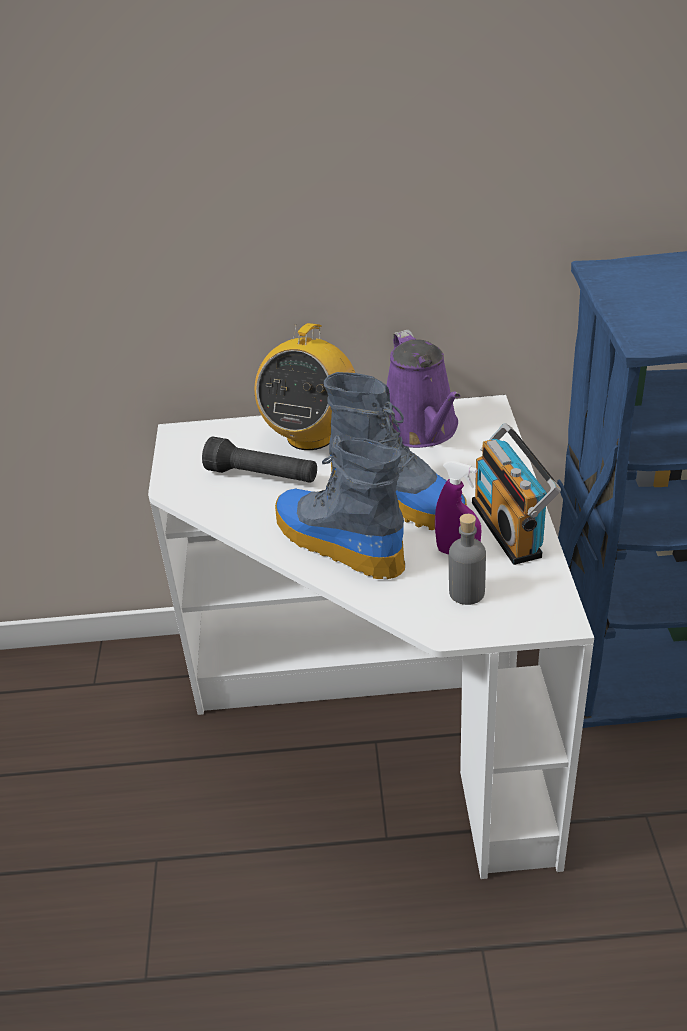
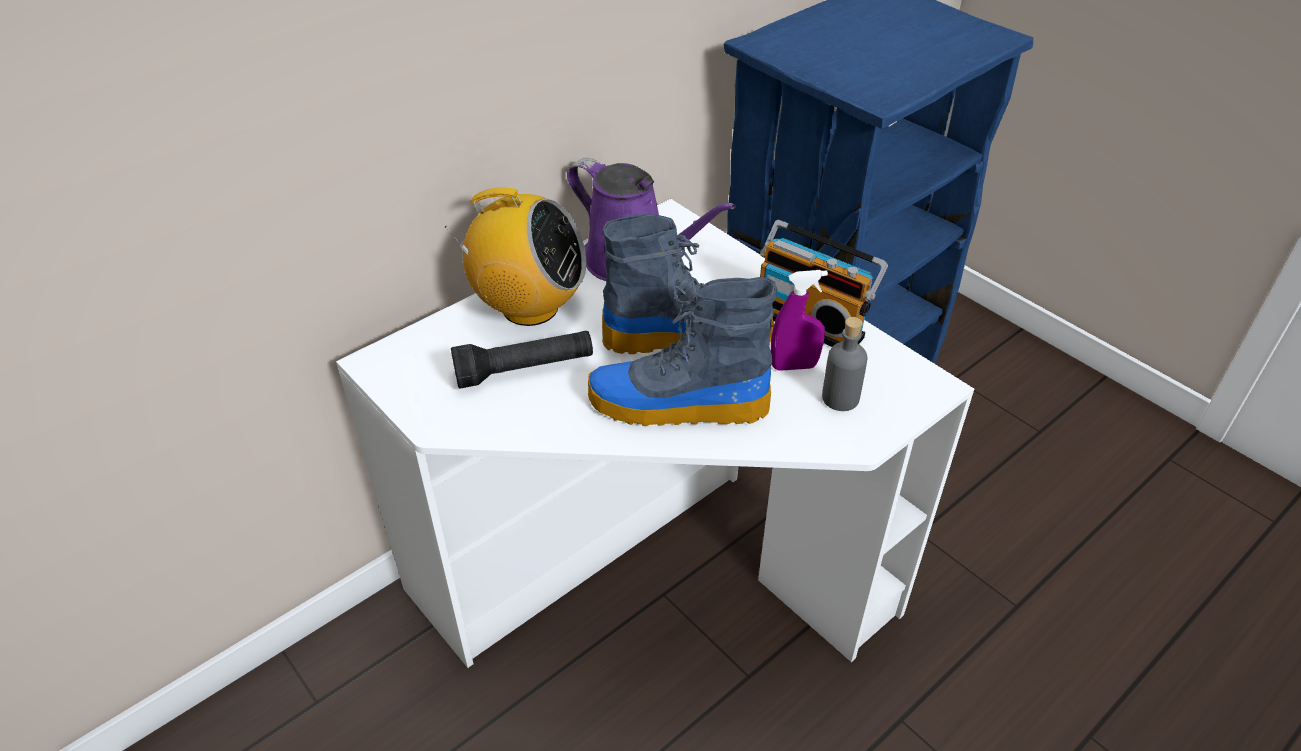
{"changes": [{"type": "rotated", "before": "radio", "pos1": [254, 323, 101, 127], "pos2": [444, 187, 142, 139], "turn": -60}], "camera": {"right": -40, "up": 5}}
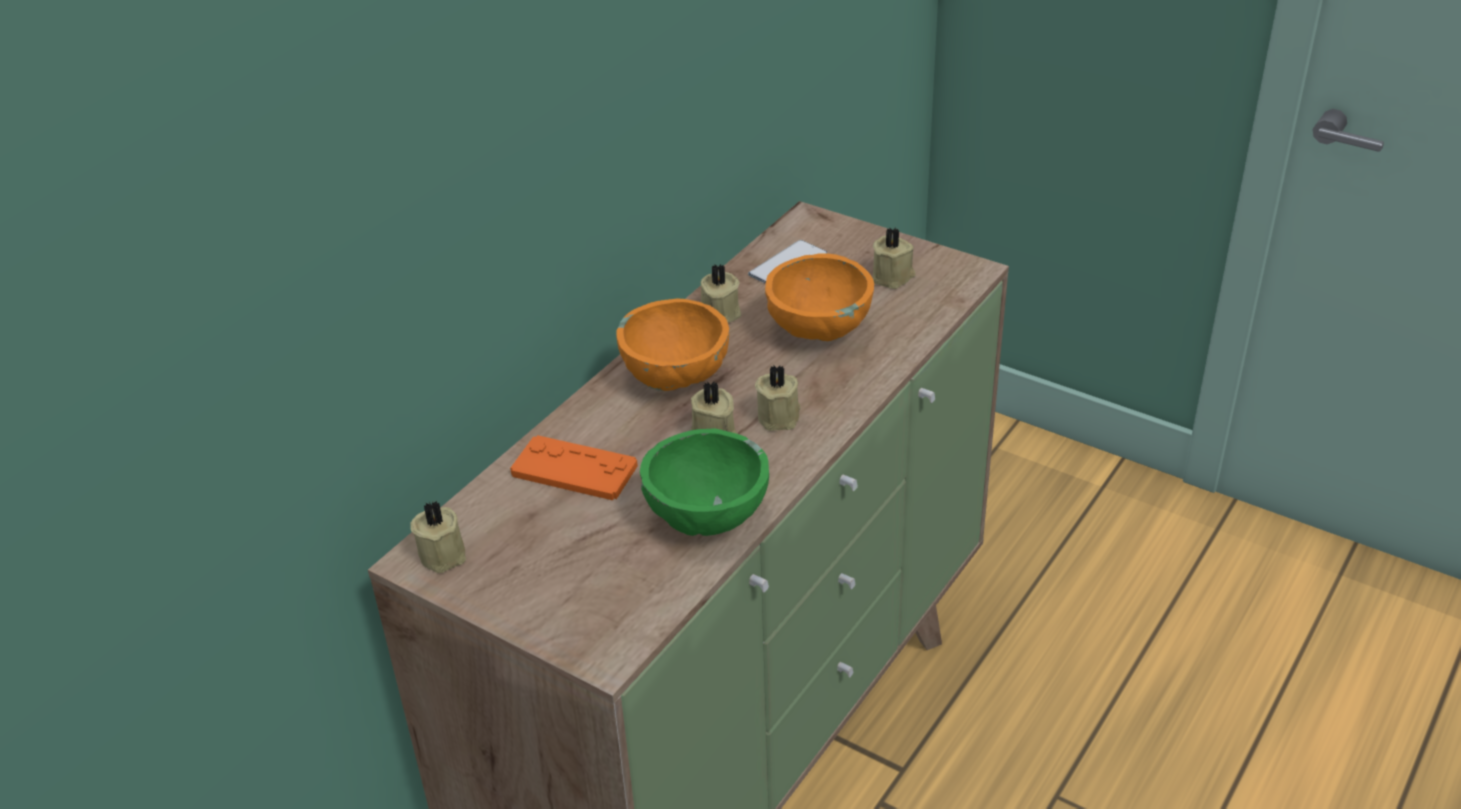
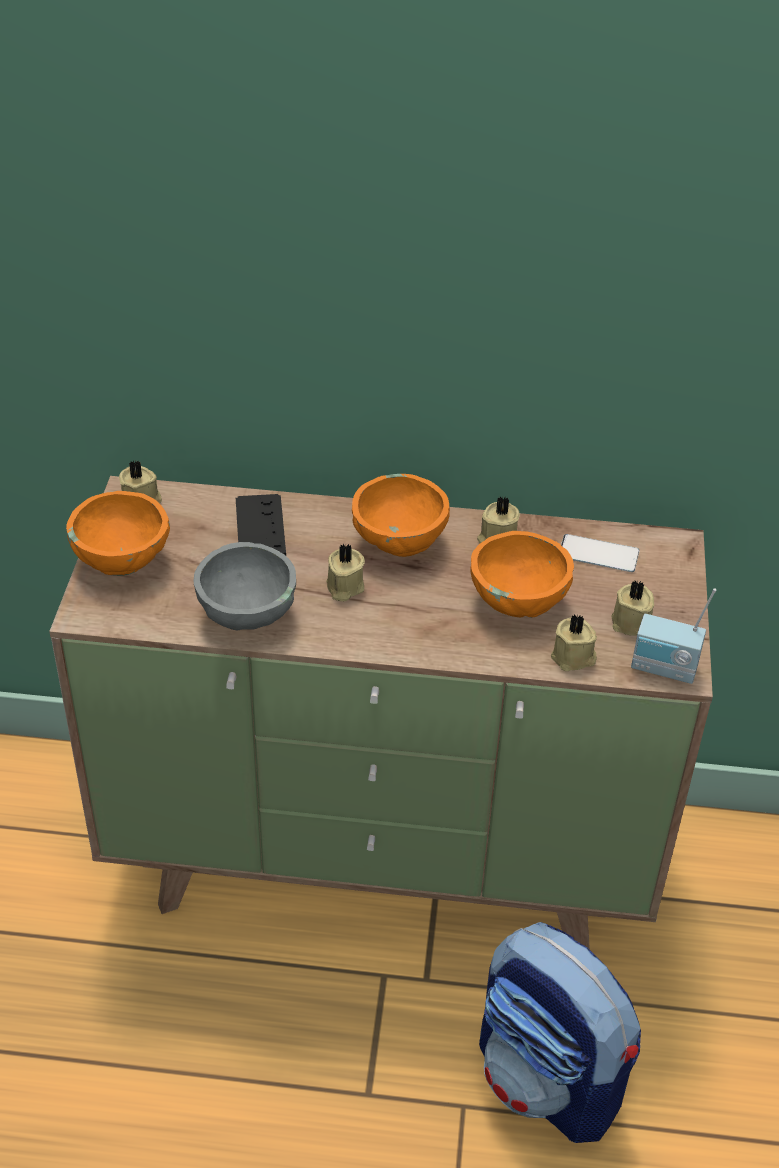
{"changes": [{"type": "new", "after": "bol [orange]", "pos2": [66, 491, 104, 85]}, {"type": "repainted", "before": "bol [vert]", "after": "bol [gris]", "pos1": [640, 428, 129, 108], "pos2": [194, 542, 102, 88]}, {"type": "repainted", "before": "manette [orange]", "after": "manette [noir]", "pos1": [510, 435, 128, 65], "pos2": [236, 494, 50, 62]}, {"type": "new", "after": "sac à dos", "pos2": [479, 922, 162, 221]}, {"type": "shifted", "before": "bougie [beige]", "pos1": [755, 365, 46, 66], "pos2": [551, 614, 46, 57]}, {"type": "new", "after": "radio", "pos2": [631, 588, 85, 96]}], "camera": {"right": 60, "up": 5}}
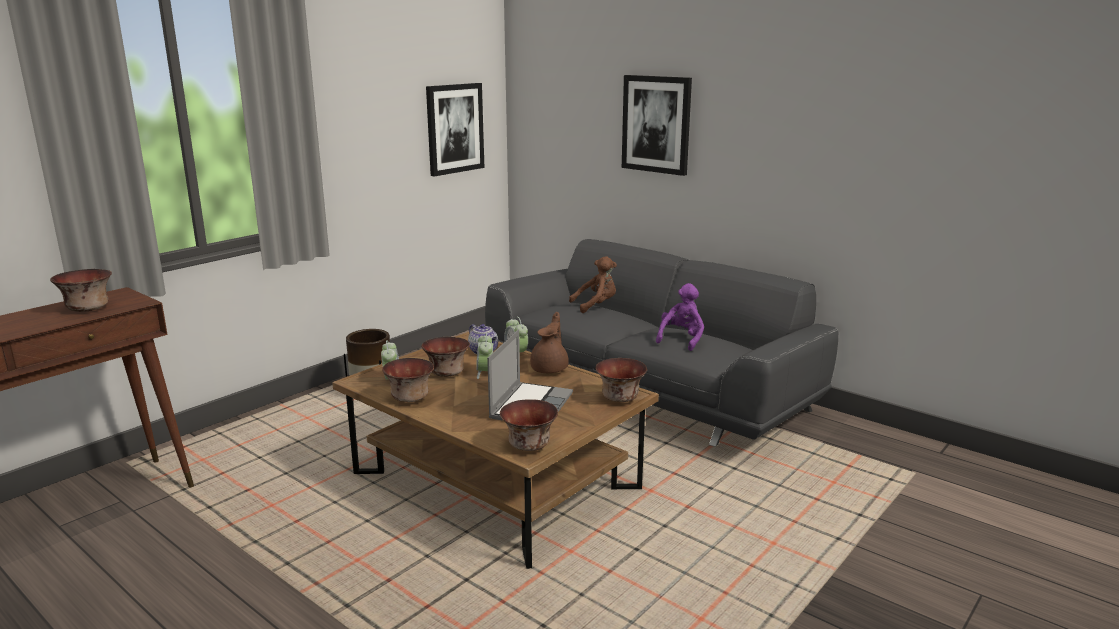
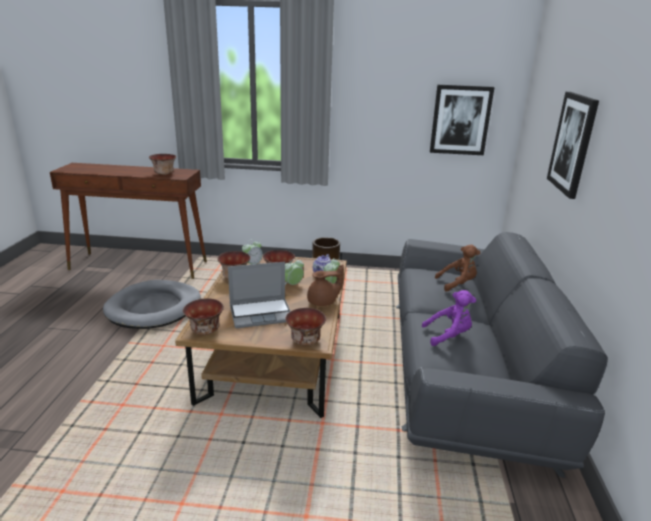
{"changes": [{"type": "new", "after": "panier pour chien [gris]", "pos2": [103, 280, 98, 49]}, {"type": "rotated", "before": "peluche [marron]", "pos1": [569, 256, 48, 57], "pos2": [435, 245, 45, 47], "turn": -45}], "camera": {"right": 55, "up": 5}}
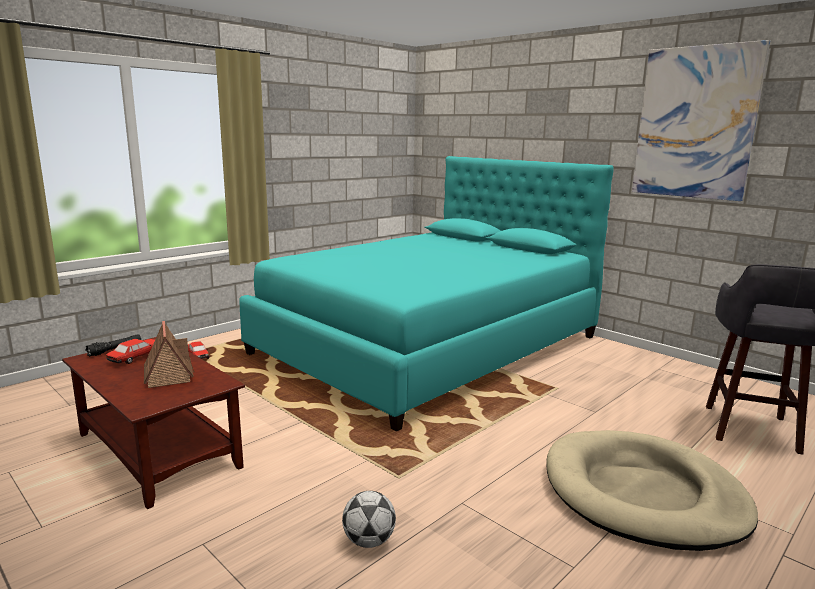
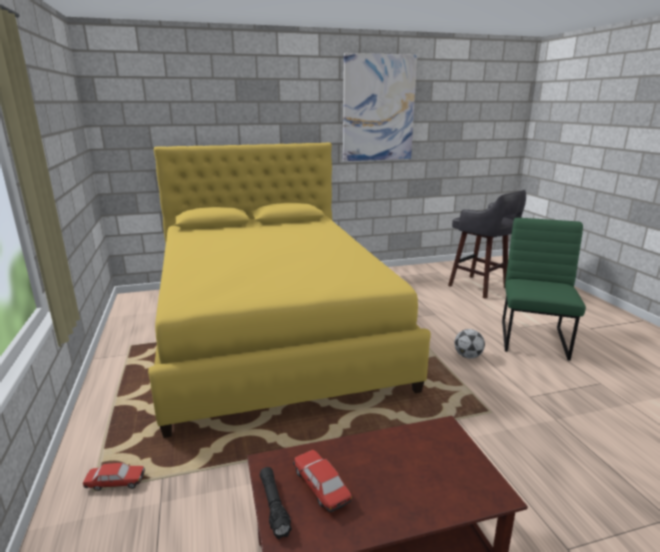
{"changes": [{"type": "repainted", "before": "lit [turquoise]", "after": "lit [jaune]", "pos1": [239, 156, 375, 276], "pos2": [148, 143, 283, 295]}, {"type": "shifted", "before": "ballon de foot", "pos1": [342, 491, 54, 57], "pos2": [454, 329, 31, 29]}, {"type": "swapped", "before": "panier pour chien [beige]", "after": "chaise [vert]", "pos1": [546, 430, 212, 121], "pos2": [502, 218, 84, 143]}, {"type": "gone", "before": "maison miniature", "pos1": [144, 321, 50, 67]}], "camera": {"right": -60, "up": 5}}
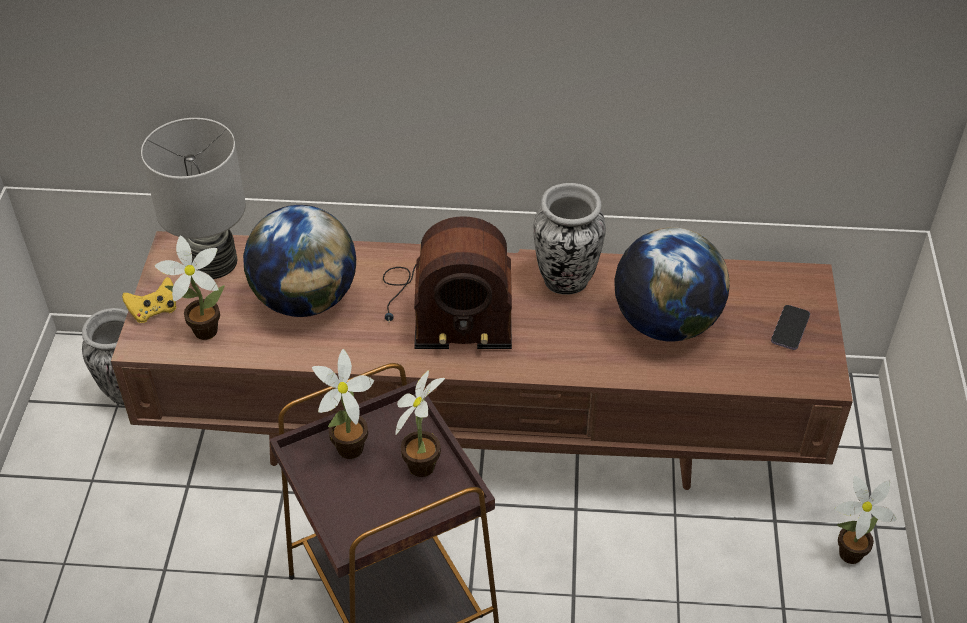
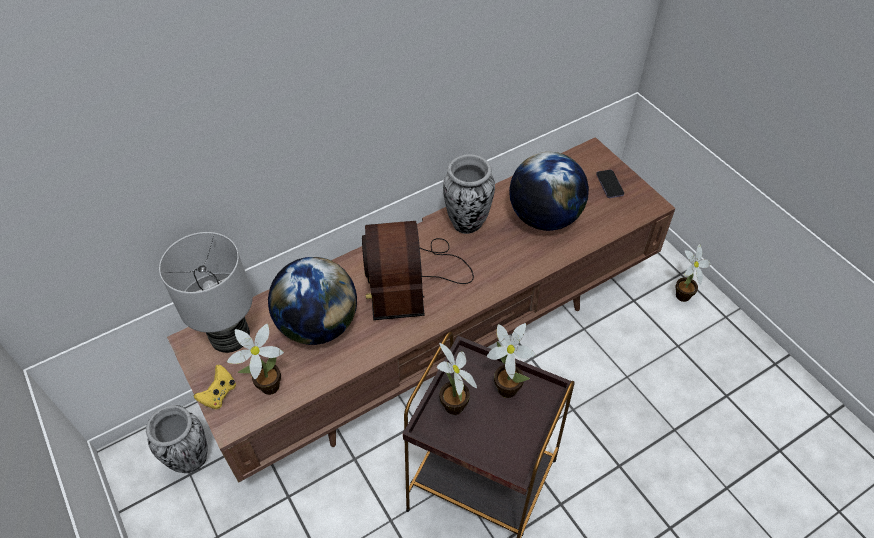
{"changes": [{"type": "rotated", "before": "radio", "pos1": [383, 216, 129, 133], "pos2": [362, 221, 112, 99], "turn": 120}], "camera": {"right": -35, "up": 5}}
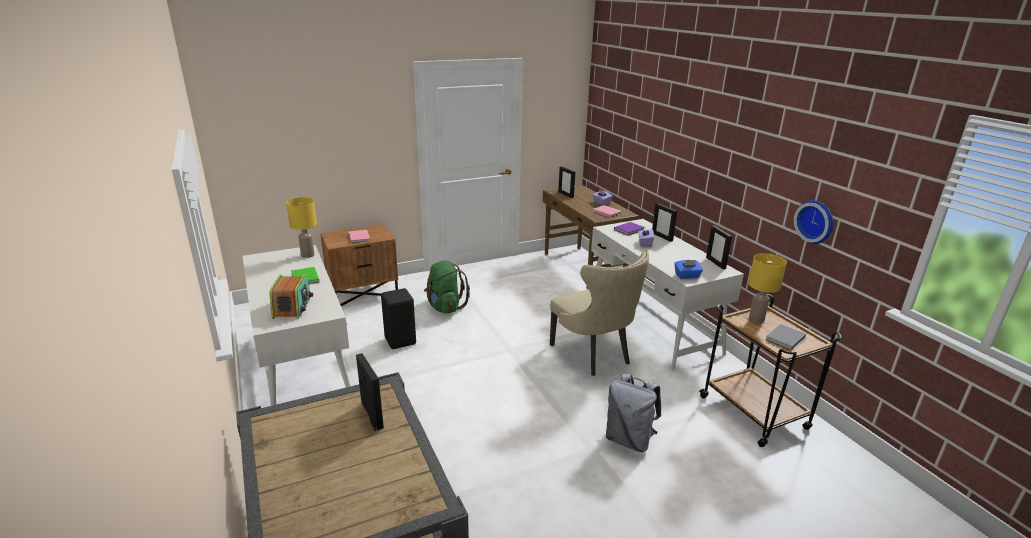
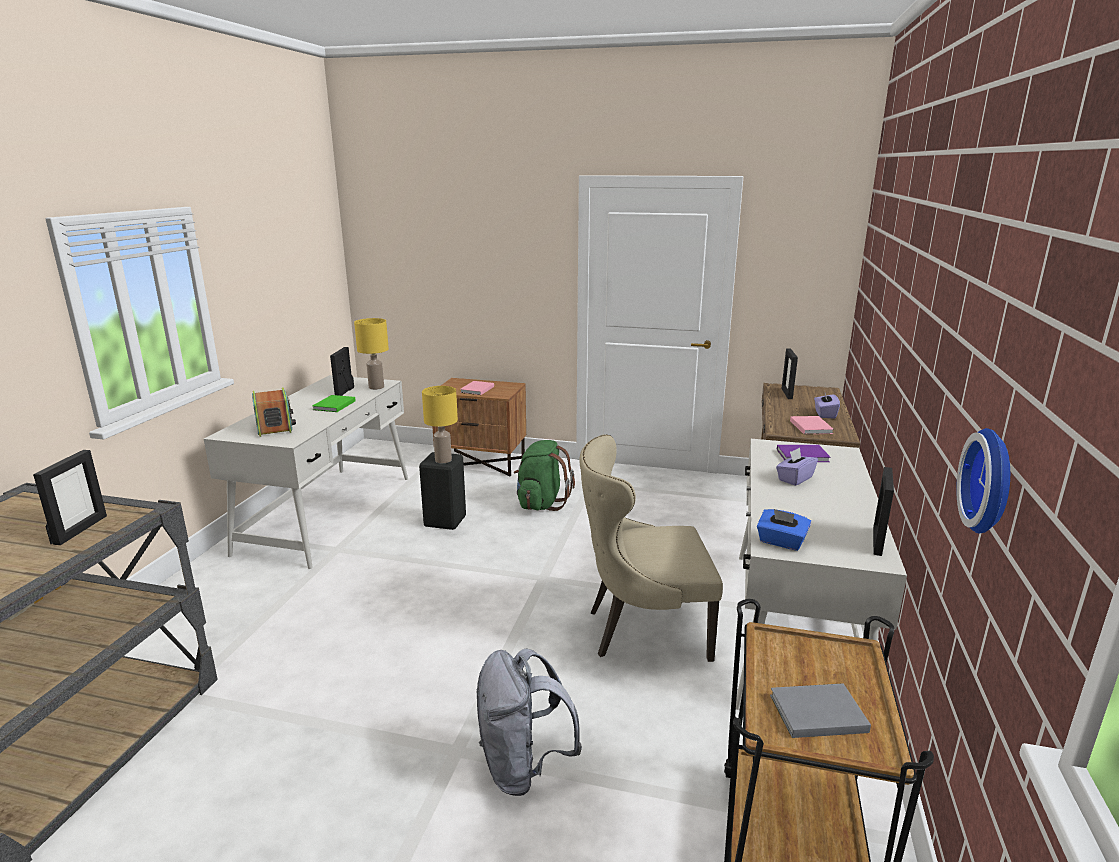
{"changes": [{"type": "rotated", "before": "radio", "pos1": [269, 274, 44, 45], "pos2": [252, 387, 44, 50], "turn": -60}, {"type": "shifted", "before": "cadre photo", "pos1": [652, 203, 25, 39], "pos2": [330, 347, 24, 49]}, {"type": "shifted", "before": "lampe de table [jaune]", "pos1": [748, 253, 39, 70], "pos2": [422, 386, 36, 77]}, {"type": "rotated", "before": "chaise [beige]", "pos1": [550, 251, 99, 125], "pos2": [579, 434, 144, 228], "turn": 75}], "camera": {"right": 40, "up": -5}}
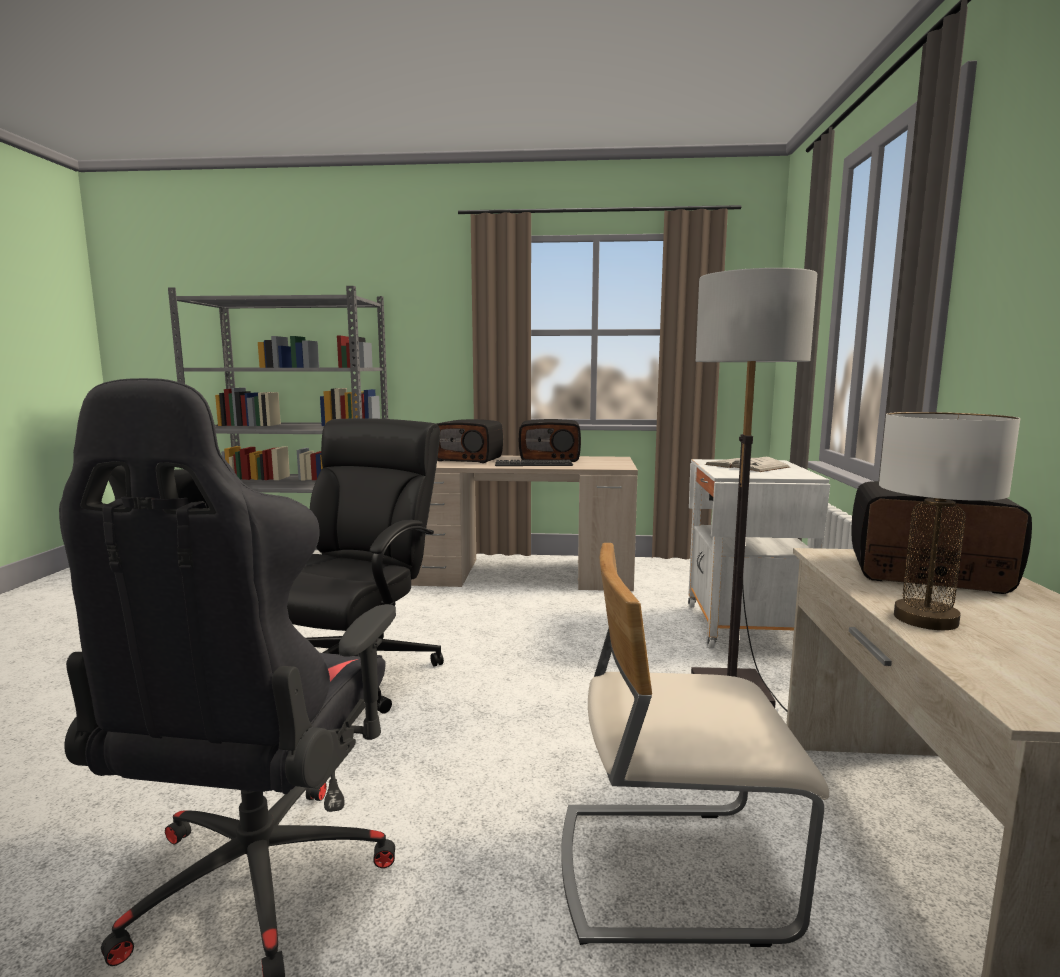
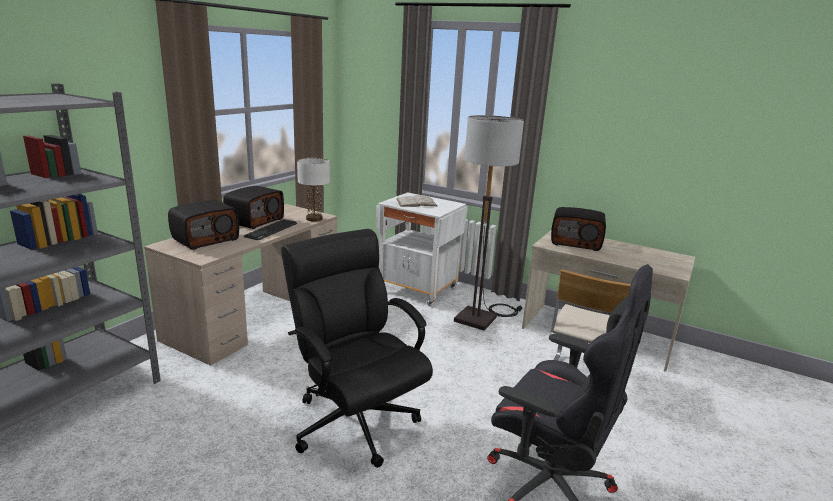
{"changes": [{"type": "shifted", "before": "lampe de table", "pos1": [879, 412, 141, 218], "pos2": [297, 158, 33, 64]}, {"type": "rotated", "before": "radio", "pos1": [851, 481, 181, 113], "pos2": [551, 207, 55, 44], "turn": -120}], "camera": {"right": -65, "up": 10}}
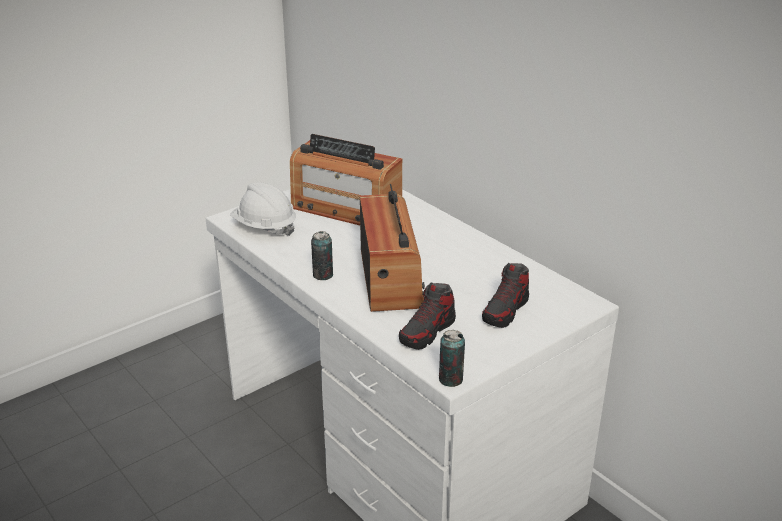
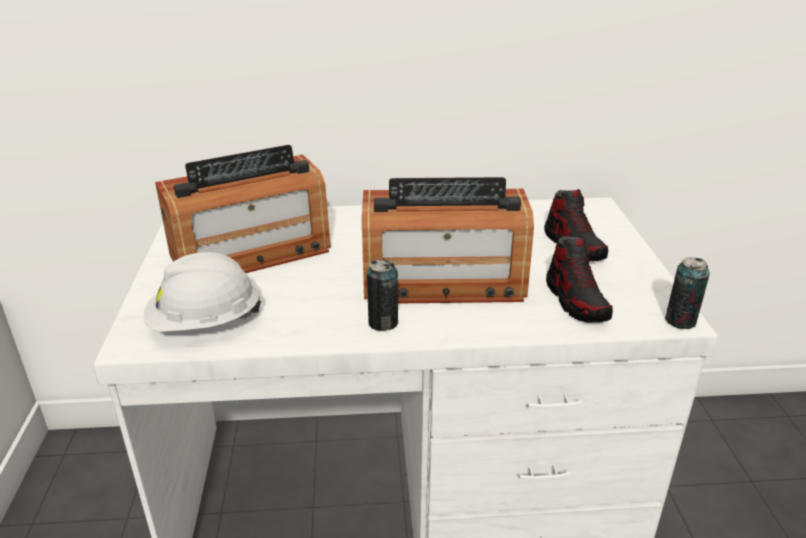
{"changes": [{"type": "rotated", "before": "radio", "pos1": [360, 184, 65, 128], "pos2": [362, 177, 172, 126], "turn": 150}], "camera": {"right": -55, "up": 0}}
